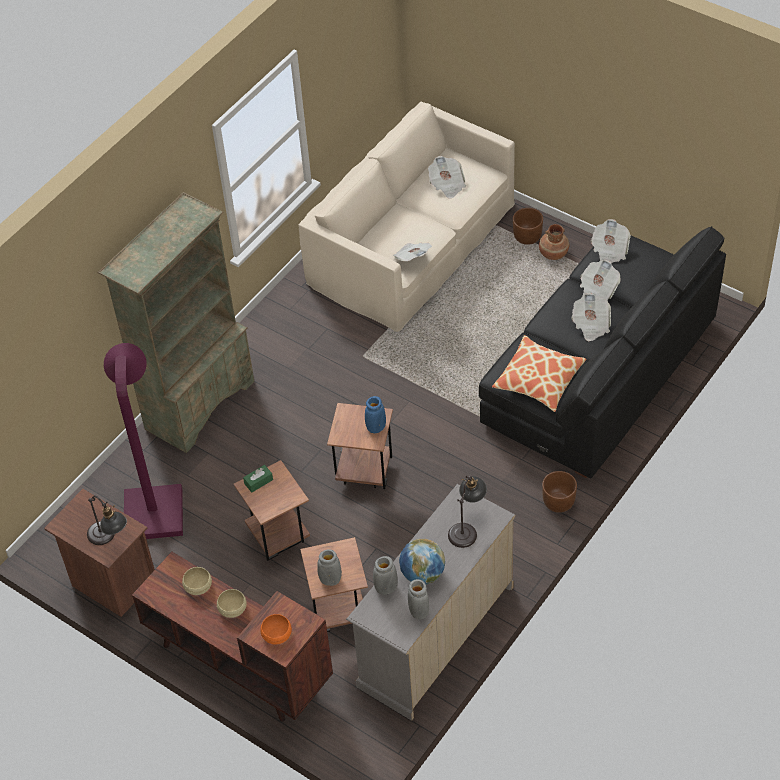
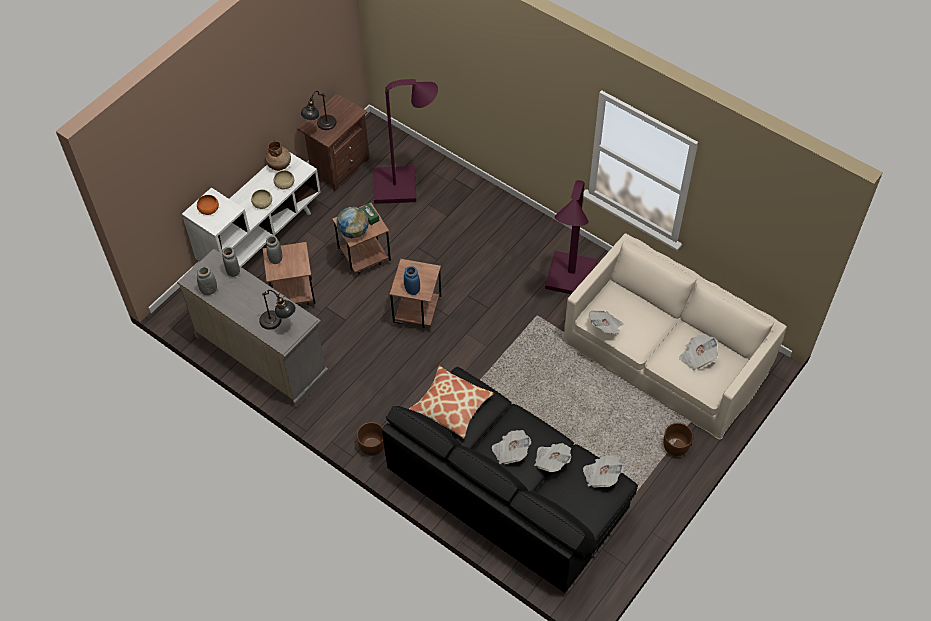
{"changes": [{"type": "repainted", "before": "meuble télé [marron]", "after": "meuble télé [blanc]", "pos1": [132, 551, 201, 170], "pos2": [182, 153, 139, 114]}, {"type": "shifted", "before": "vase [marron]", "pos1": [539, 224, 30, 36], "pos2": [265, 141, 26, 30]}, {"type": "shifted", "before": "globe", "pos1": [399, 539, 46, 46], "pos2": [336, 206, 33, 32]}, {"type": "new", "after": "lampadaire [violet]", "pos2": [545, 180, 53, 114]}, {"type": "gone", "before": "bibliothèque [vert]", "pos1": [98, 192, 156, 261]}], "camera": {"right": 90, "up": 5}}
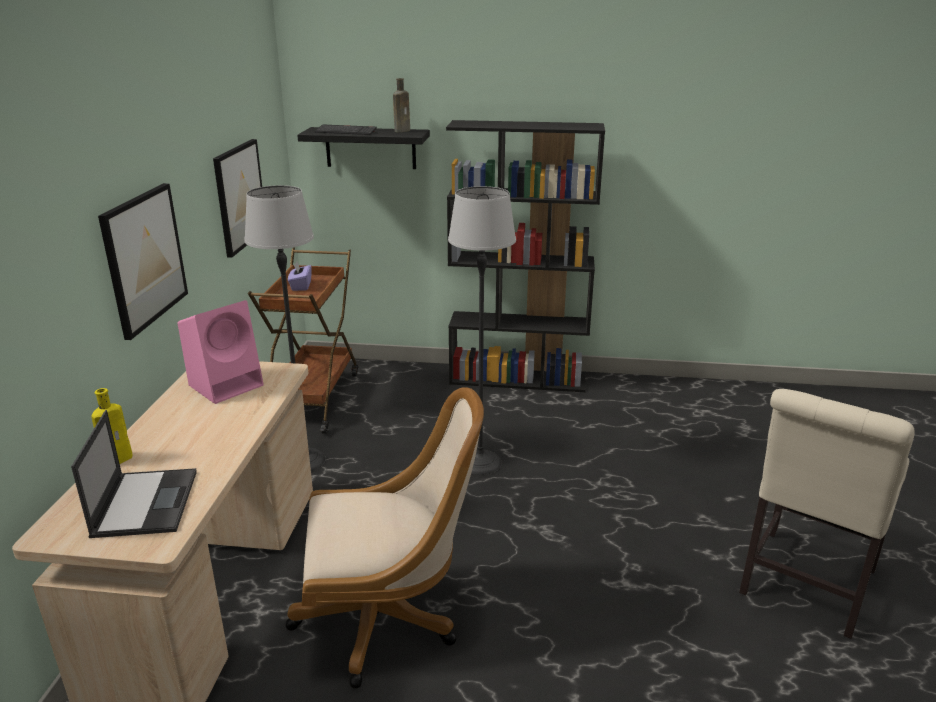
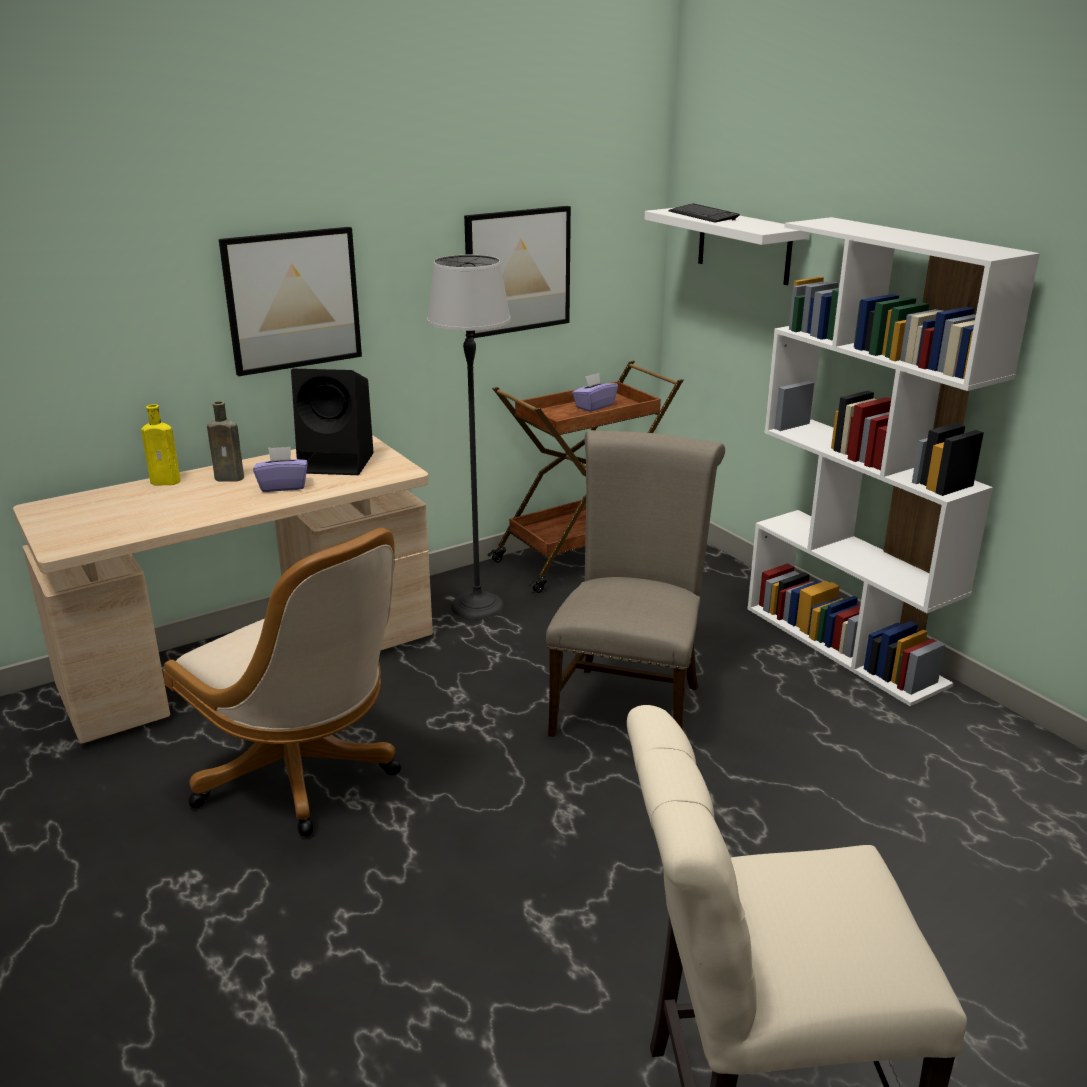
{"changes": [{"type": "shifted", "before": "bouteille [marron]", "pos1": [393, 78, 17, 55], "pos2": [207, 401, 37, 81]}, {"type": "new", "after": "boîte à mouchoirs [violet]", "pos2": [253, 446, 54, 46]}, {"type": "repainted", "before": "enceinte [rose]", "after": "enceinte [noir]", "pos1": [178, 300, 86, 104], "pos2": [291, 369, 83, 106]}, {"type": "swapped", "before": "lampadaire", "after": "chaise [beige]", "pos1": [448, 186, 68, 289], "pos2": [546, 430, 179, 307]}, {"type": "repainted", "before": "étagère [noir]", "after": "étagère [blanc]", "pos1": [297, 127, 133, 42], "pos2": [644, 208, 166, 77]}, {"type": "repainted", "before": "bibliothèque [noir]", "after": "bibliothèque [blanc]", "pos1": [446, 120, 159, 272], "pos2": [747, 217, 293, 489]}, {"type": "gone", "before": "ordinateur portable", "pos1": [71, 410, 126, 128]}], "camera": {"right": 50, "up": 0}}
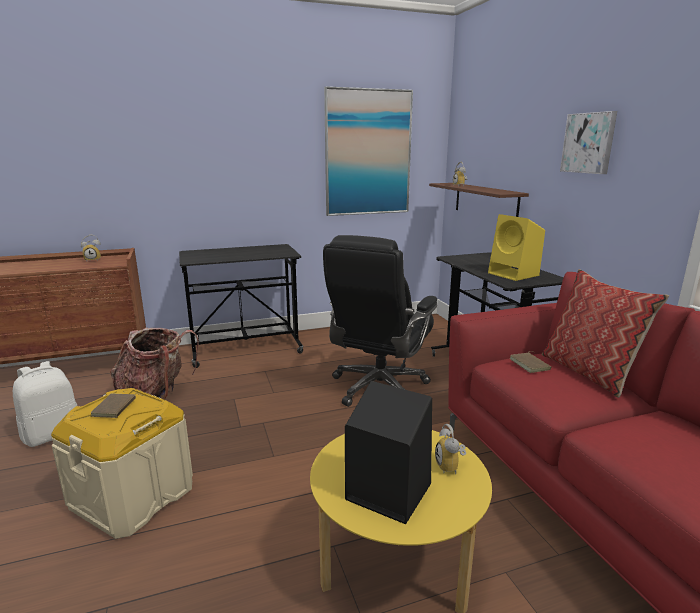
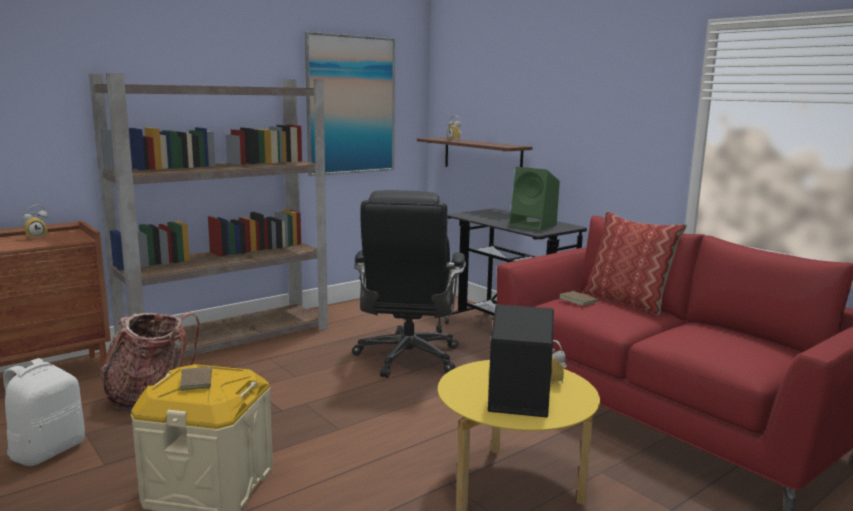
{"changes": [{"type": "swapped", "before": "bureau [noir]", "after": "bibliothèque [marron]", "pos1": [179, 244, 124, 124], "pos2": [89, 73, 239, 285]}, {"type": "repainted", "before": "enceinte [jaune]", "after": "enceinte [vert]", "pos1": [488, 214, 57, 67], "pos2": [509, 167, 51, 63]}, {"type": "gone", "before": "tableau", "pos1": [560, 111, 57, 63]}], "camera": {"right": -20, "up": -5}}
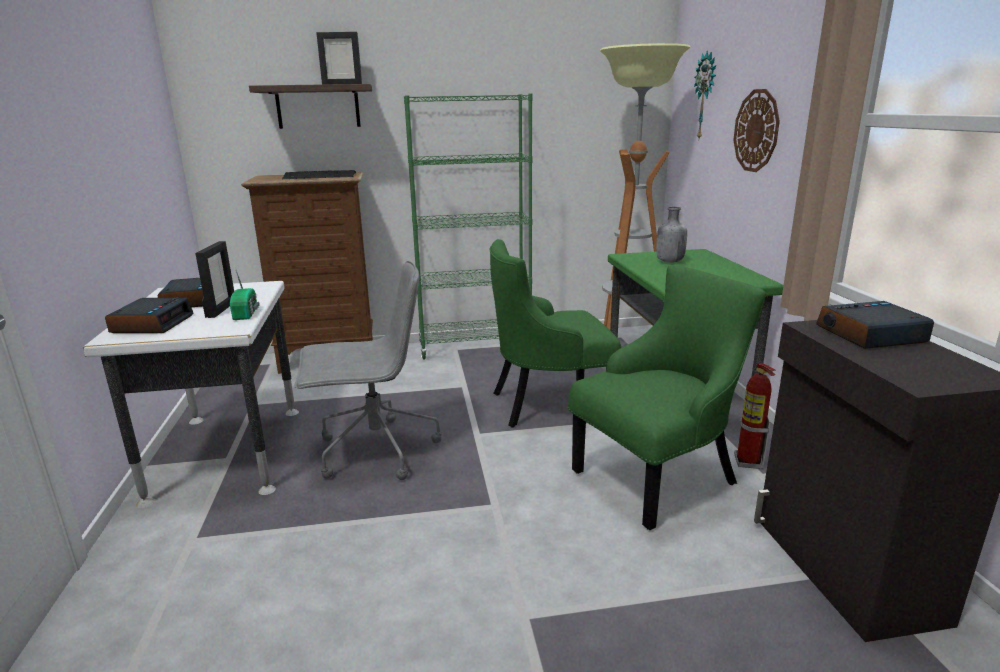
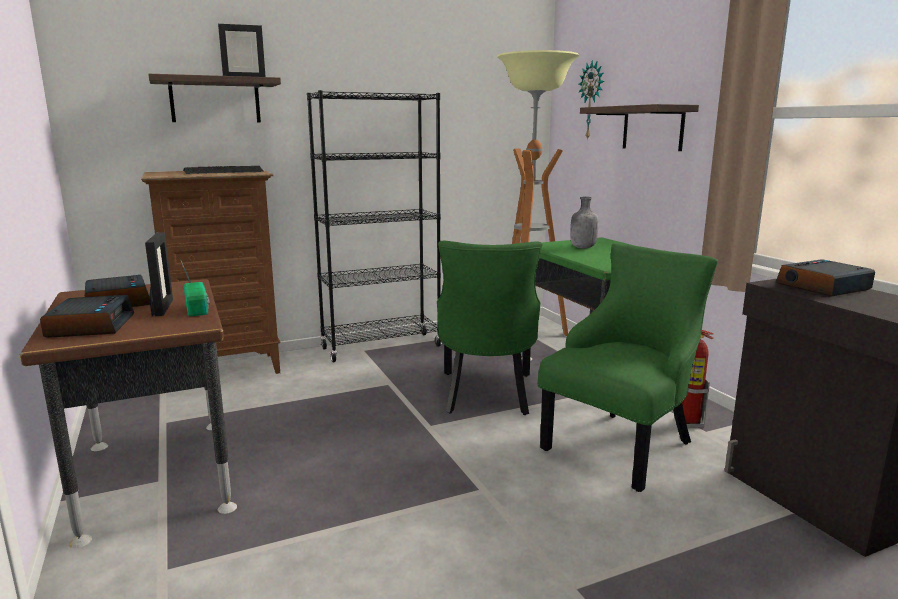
{"changes": [{"type": "repainted", "before": "bureau [blanc]", "after": "bureau [marron]", "pos1": [83, 281, 216, 227], "pos2": [20, 279, 217, 269]}, {"type": "repainted", "before": "bibliothèque [vert]", "after": "bibliothèque [noir]", "pos1": [404, 93, 129, 267], "pos2": [307, 90, 135, 272]}, {"type": "rotated", "before": "chaise [vert]", "pos1": [489, 239, 132, 189], "pos2": [437, 241, 105, 174], "turn": -60}, {"type": "swapped", "before": "horloge murale", "after": "étagère", "pos1": [734, 89, 46, 83], "pos2": [580, 104, 119, 47]}, {"type": "gone", "before": "chaise de bureau [gris]", "pos1": [294, 261, 148, 219]}], "camera": {"right": -15, "up": -5}}
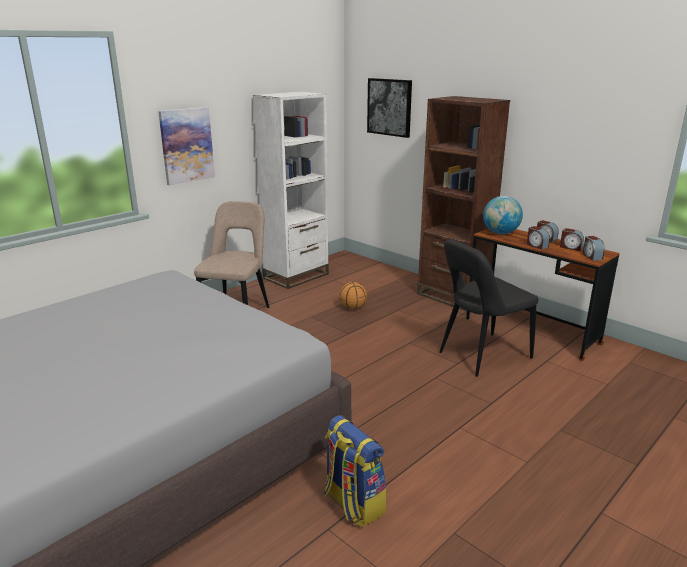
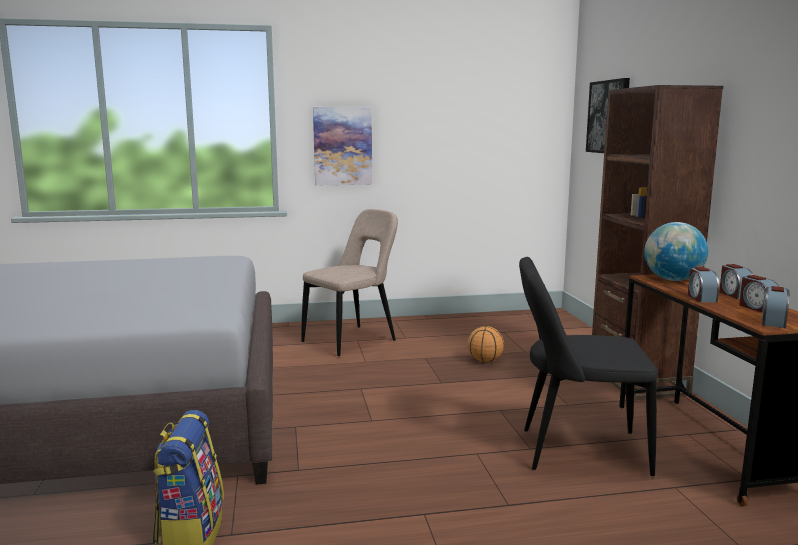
{"changes": [{"type": "gone", "before": "bibliothèque [blanc]", "pos1": [253, 92, 76, 197]}], "camera": {"right": 35, "up": -10}}
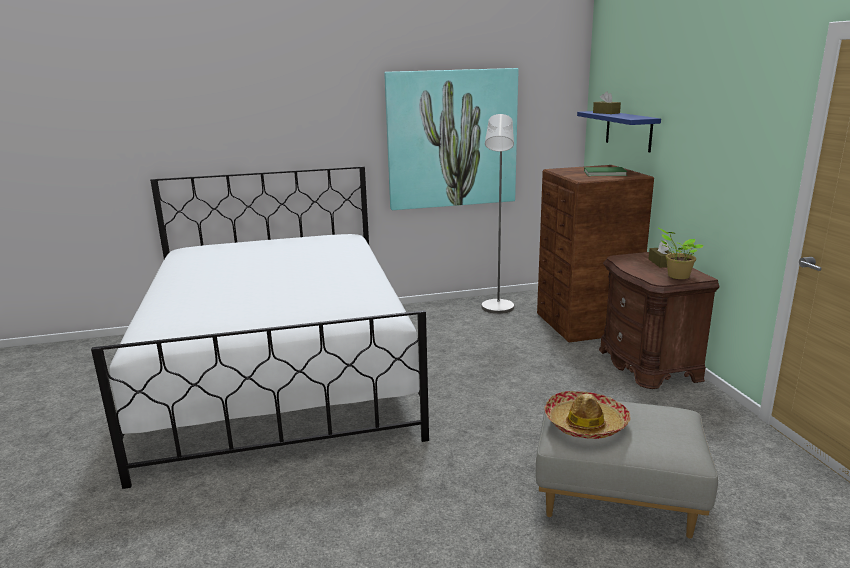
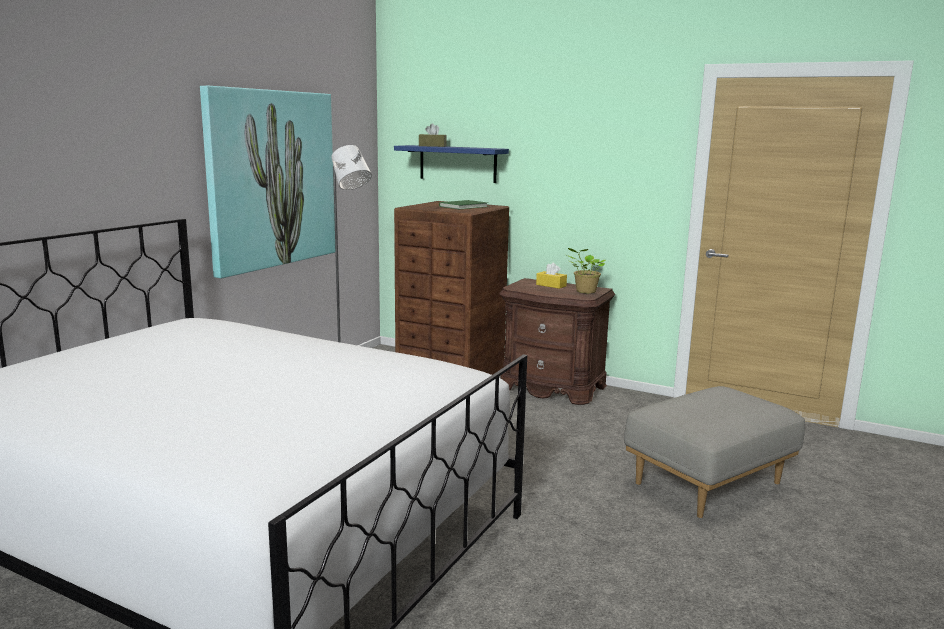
{"changes": [{"type": "repainted", "before": "boîte à mouchoirs [marron]", "after": "boîte à mouchoirs [jaune]", "pos1": [648, 240, 23, 28], "pos2": [536, 263, 31, 26]}, {"type": "gone", "before": "chapeau", "pos1": [544, 391, 87, 48]}], "camera": {"right": -50, "up": -5}}
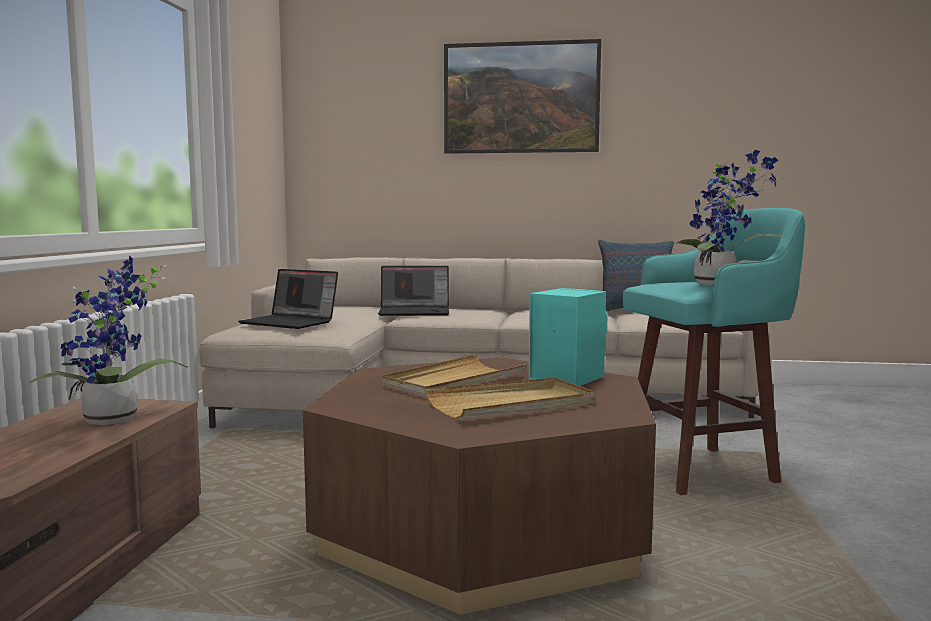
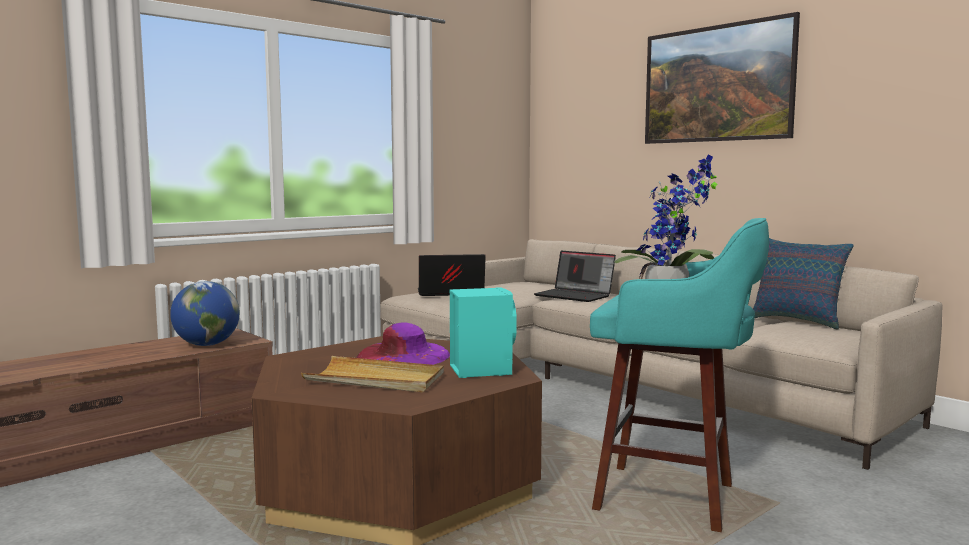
{"changes": [{"type": "swapped", "before": "plante en pot", "after": "globe", "pos1": [30, 256, 158, 169], "pos2": [170, 281, 70, 65]}, {"type": "swapped", "before": "plateau [beige]", "after": "chapeau [violet]", "pos1": [382, 354, 145, 43], "pos2": [357, 323, 93, 42]}, {"type": "rotated", "before": "ordinateur portable", "pos1": [238, 269, 100, 60], "pos2": [418, 254, 68, 42], "turn": 105}], "camera": {"right": 40, "up": 0}}
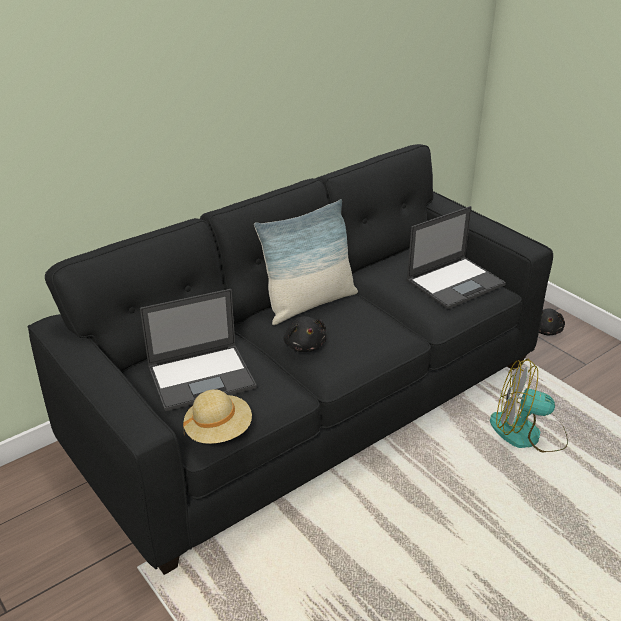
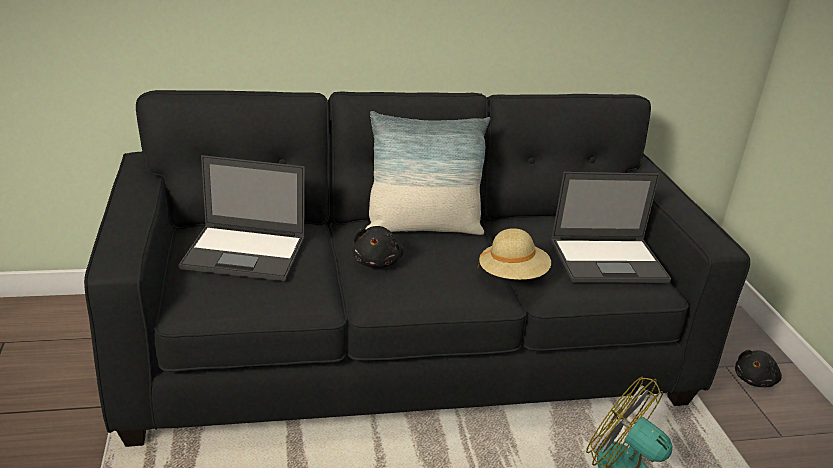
{"changes": [{"type": "shifted", "before": "chapeau [beige]", "pos1": [183, 389, 69, 55], "pos2": [478, 228, 73, 52]}], "camera": {"right": 25, "up": -5}}
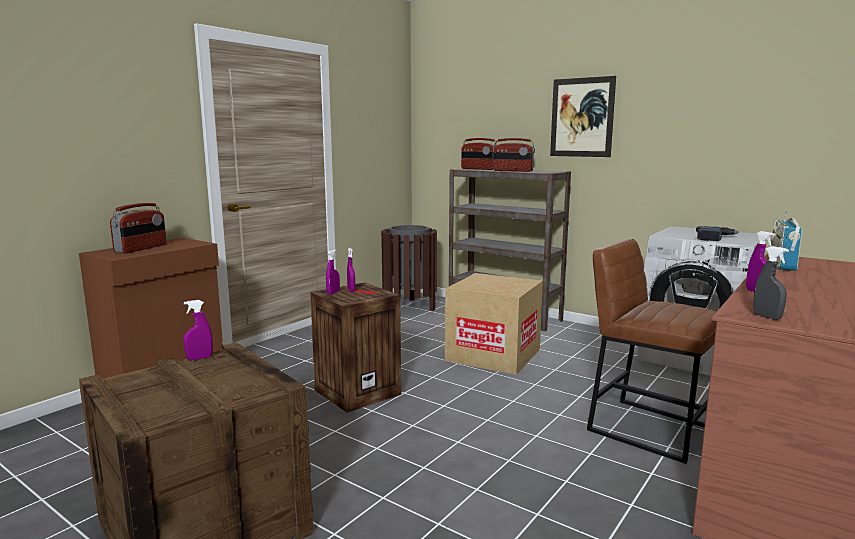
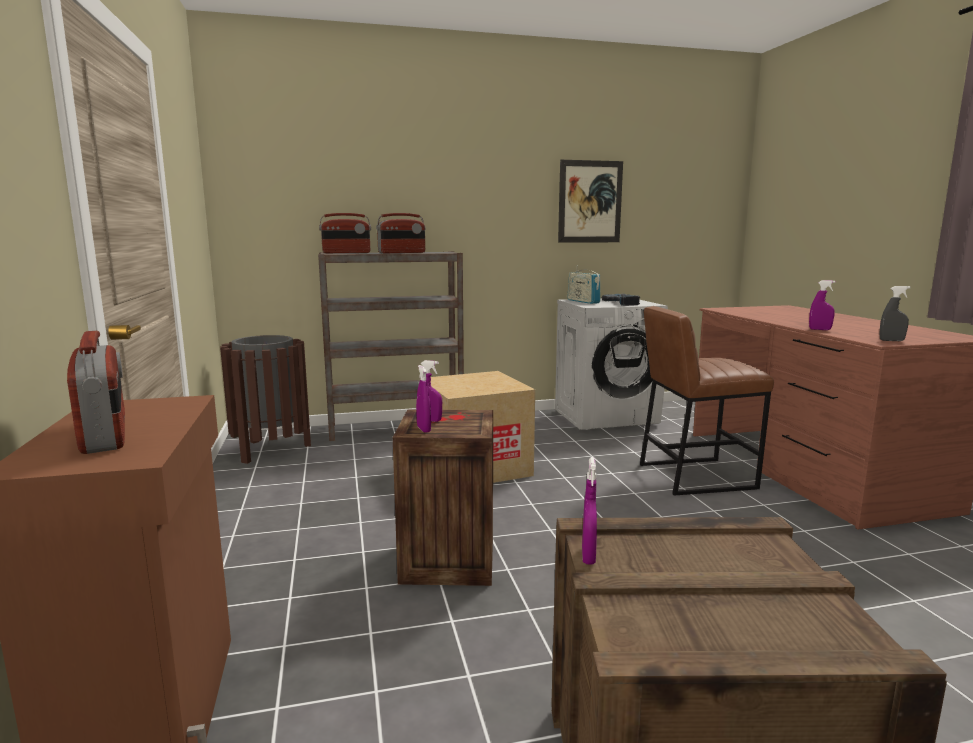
{"changes": [{"type": "shifted", "before": "tableau", "pos1": [550, 76, 66, 81], "pos2": [558, 160, 65, 83]}, {"type": "shifted", "before": "radio", "pos1": [771, 211, 31, 60], "pos2": [567, 269, 34, 35]}], "camera": {"right": -50, "up": 0}}
